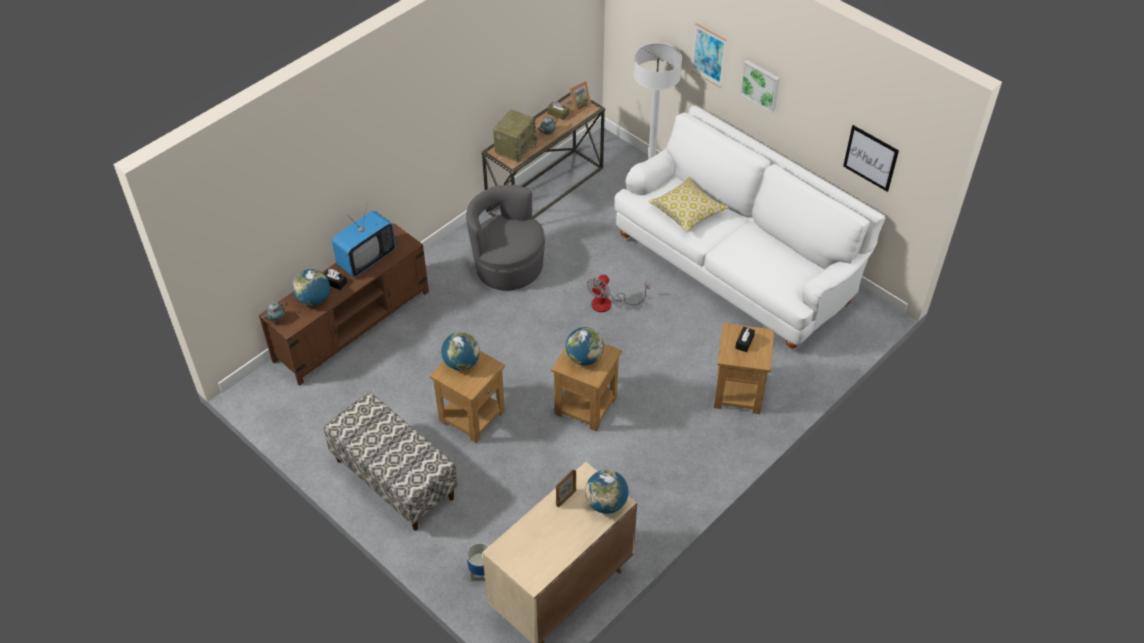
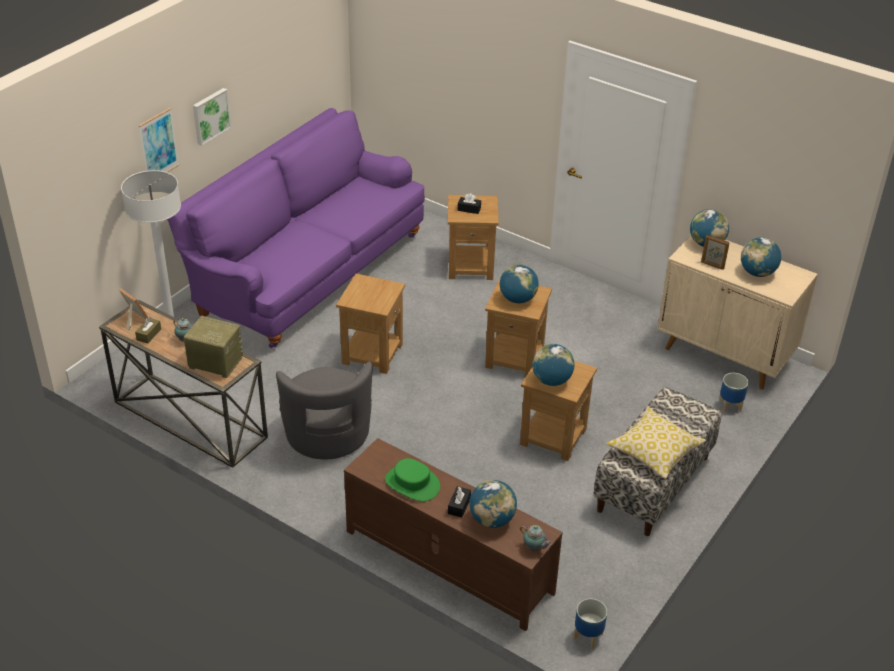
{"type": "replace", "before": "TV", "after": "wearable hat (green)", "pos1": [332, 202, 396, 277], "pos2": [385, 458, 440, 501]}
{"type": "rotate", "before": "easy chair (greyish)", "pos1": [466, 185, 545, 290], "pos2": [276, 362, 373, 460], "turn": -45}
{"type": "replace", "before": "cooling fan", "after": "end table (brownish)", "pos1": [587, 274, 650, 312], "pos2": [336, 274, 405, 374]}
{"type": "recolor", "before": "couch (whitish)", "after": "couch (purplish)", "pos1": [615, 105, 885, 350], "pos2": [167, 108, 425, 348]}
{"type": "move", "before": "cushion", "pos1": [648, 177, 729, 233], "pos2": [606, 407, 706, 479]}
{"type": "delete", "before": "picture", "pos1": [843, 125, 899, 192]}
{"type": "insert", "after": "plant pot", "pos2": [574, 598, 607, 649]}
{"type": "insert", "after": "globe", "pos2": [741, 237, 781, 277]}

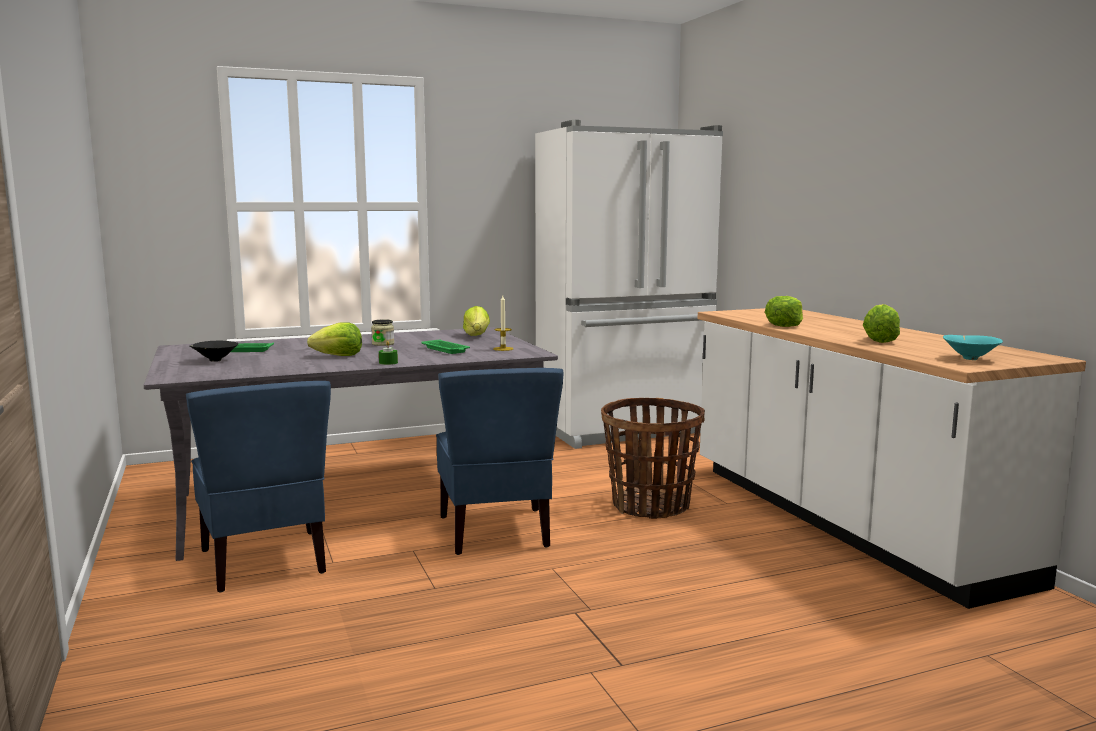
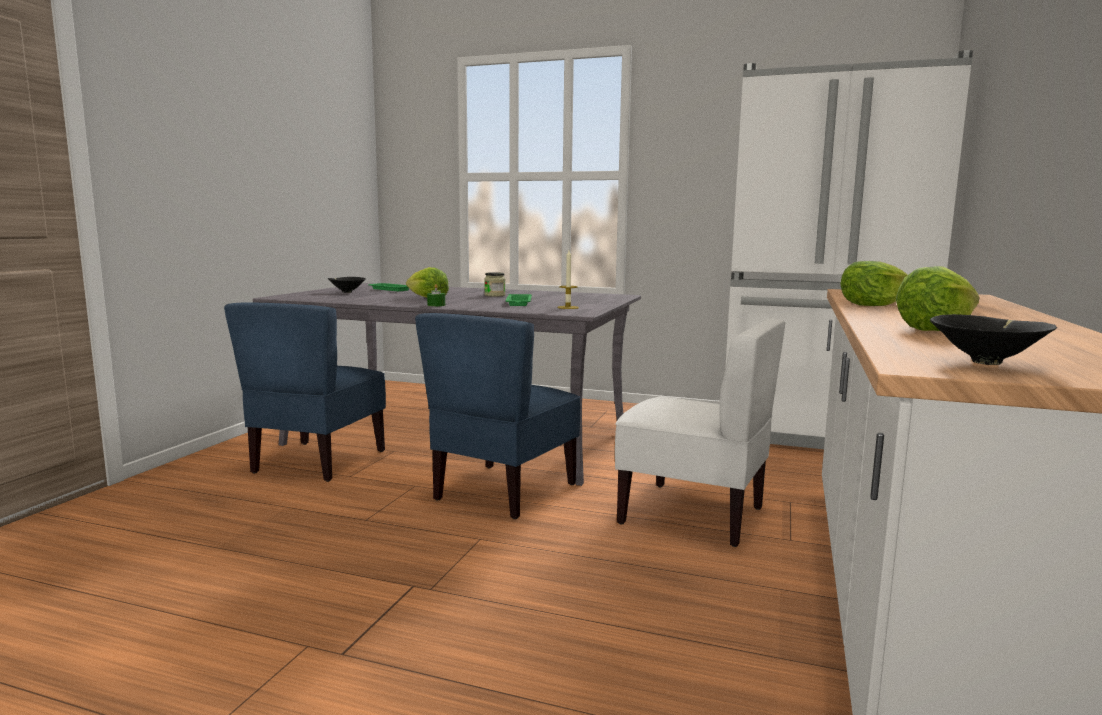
{"type": "delete", "before": "lettuce", "pos1": [463, 306, 490, 336]}
{"type": "replace", "before": "basket", "after": "upright chair (whitish)", "pos1": [601, 398, 705, 519], "pos2": [615, 318, 785, 547]}
{"type": "recolor", "before": "deep dish (turquoise-coloured)", "after": "deep dish (black)", "pos1": [943, 335, 1003, 360], "pos2": [930, 314, 1057, 365]}

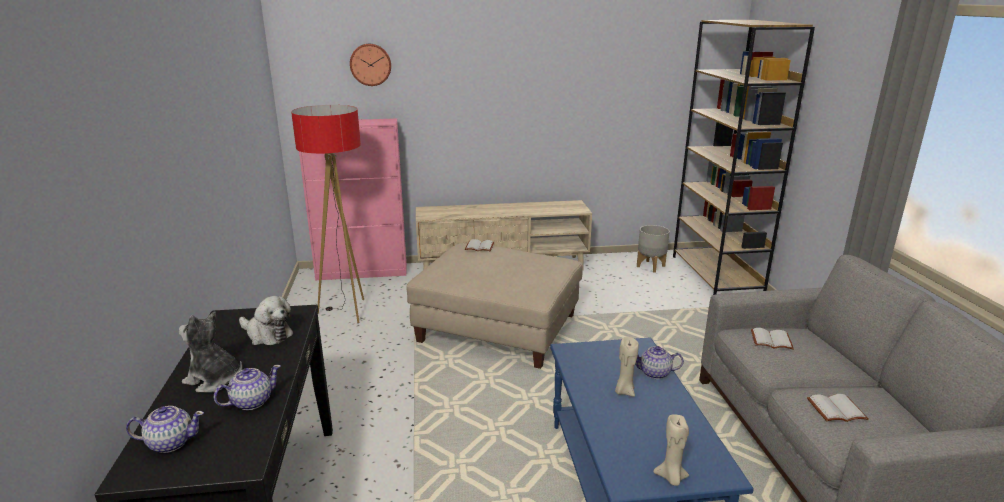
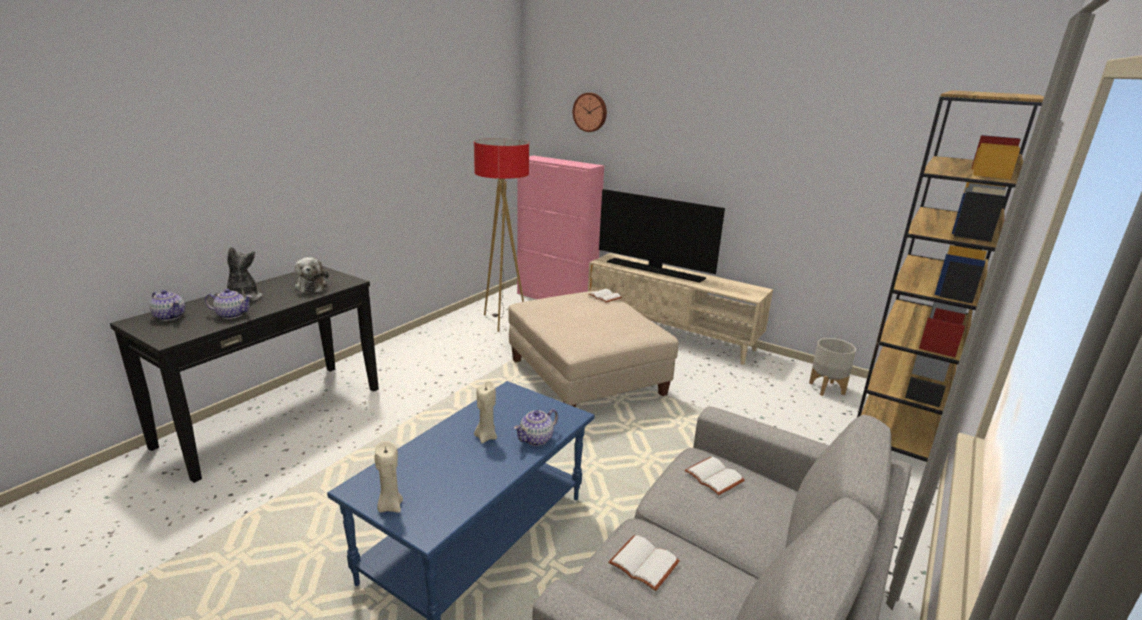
{"type": "rotate", "before": "pot for tea", "pos1": [635, 346, 684, 379], "pos2": [514, 409, 558, 446], "turn": -90}
{"type": "insert", "after": "TV", "pos2": [599, 189, 725, 283]}

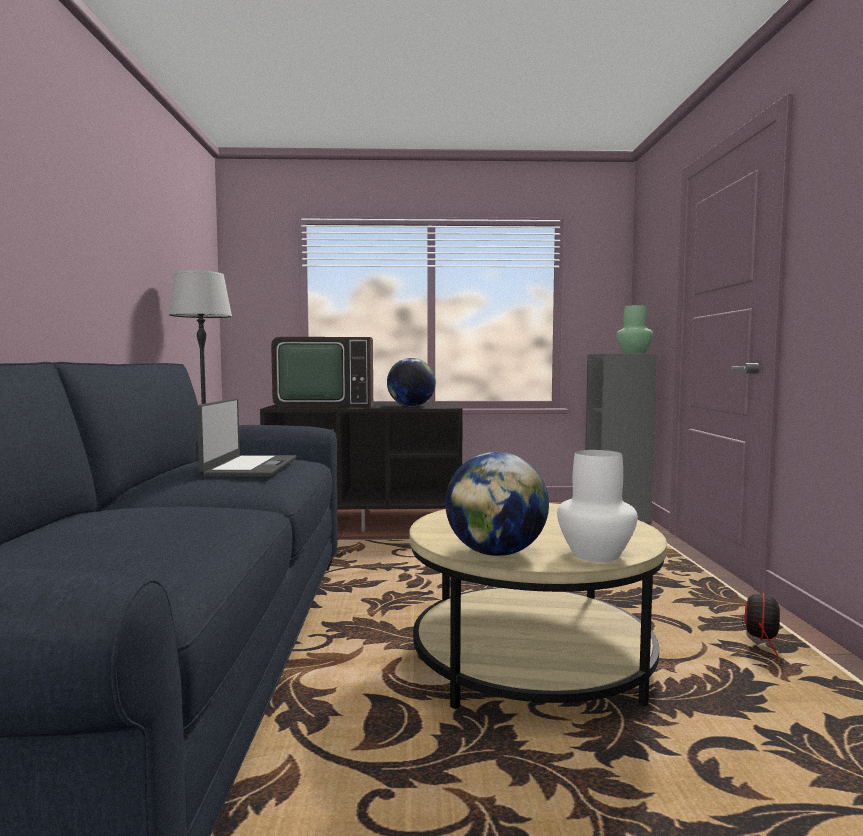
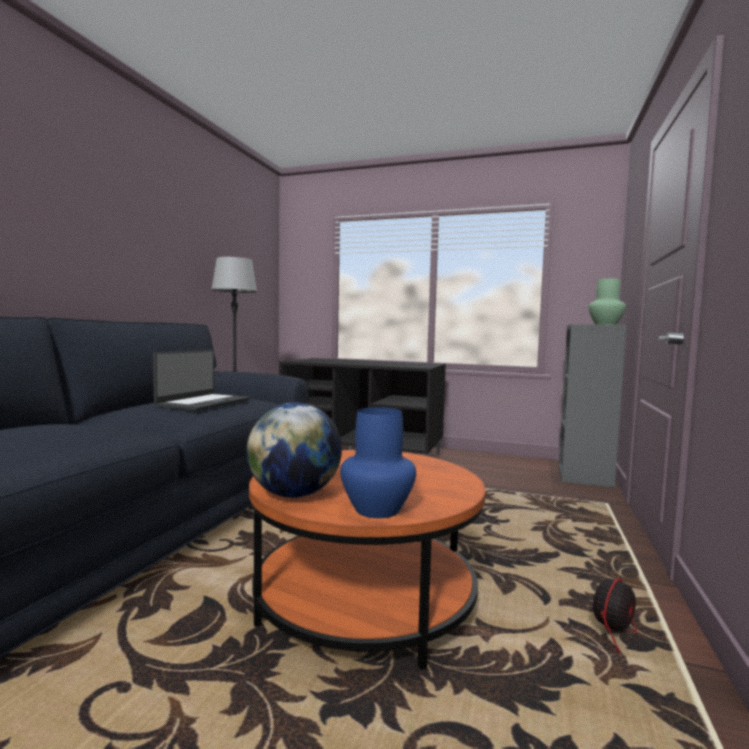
{"type": "delete", "before": "TV", "pos1": [271, 337, 373, 407]}
{"type": "delete", "before": "globe", "pos1": [387, 358, 436, 407]}
{"type": "recolor", "before": "lounge table (sand-coloured)", "after": "lounge table (orangey)", "pos1": [410, 503, 667, 709], "pos2": [249, 450, 486, 670]}
{"type": "recolor", "before": "decorative vase (whitish)", "after": "decorative vase (bluish)", "pos1": [557, 450, 638, 562], "pos2": [340, 407, 416, 518]}

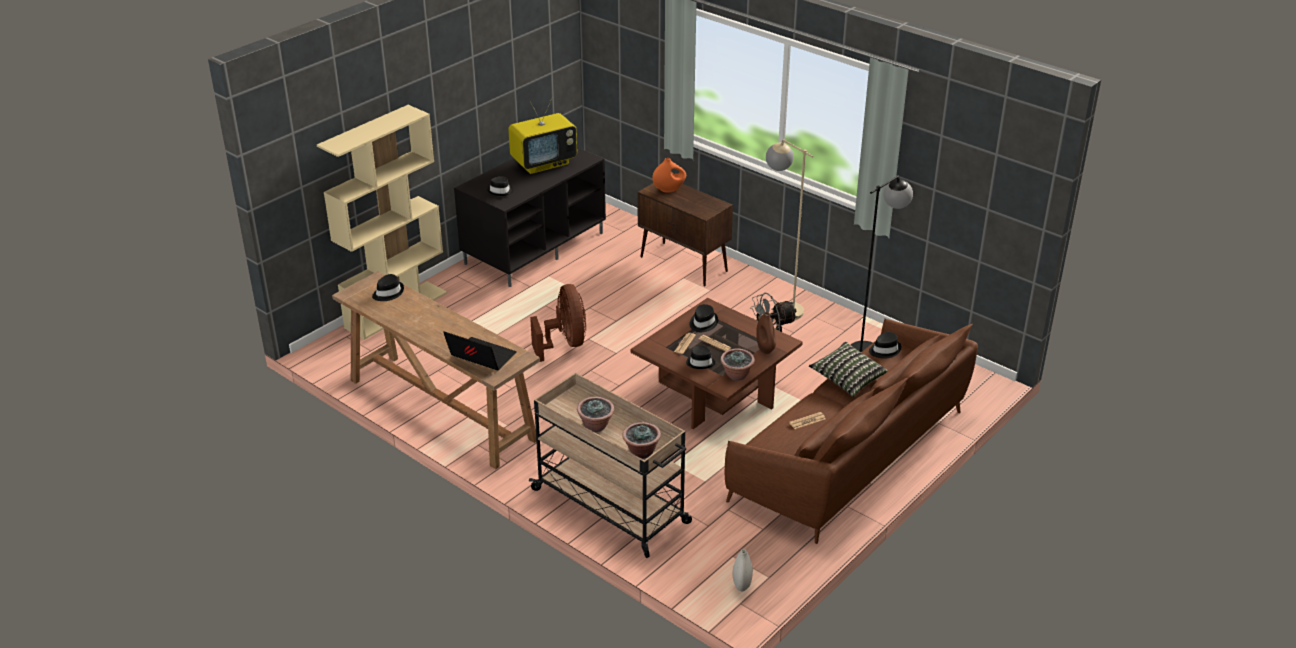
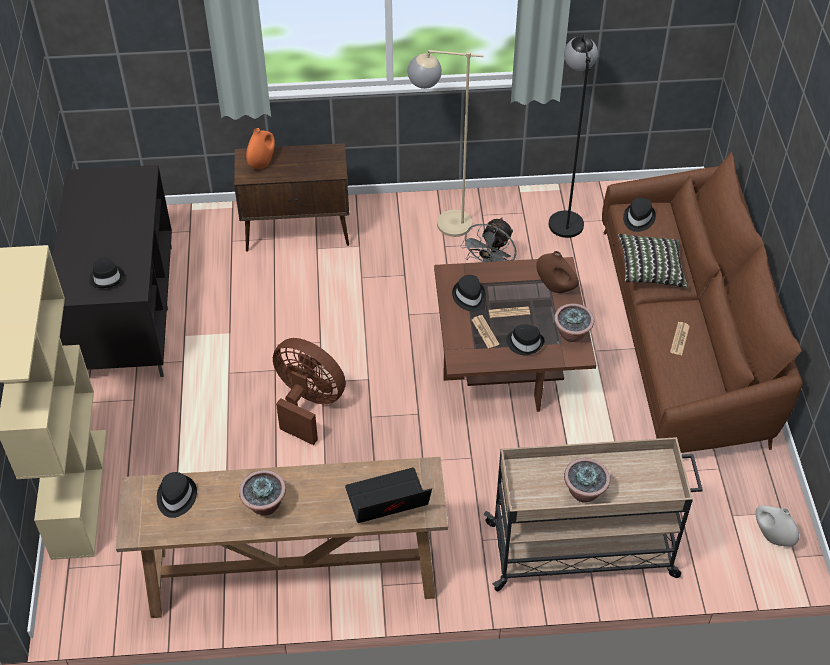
{"type": "delete", "before": "TV", "pos1": [508, 98, 577, 174]}
{"type": "move", "before": "houseplant", "pos1": [623, 422, 661, 459], "pos2": [239, 470, 286, 515]}

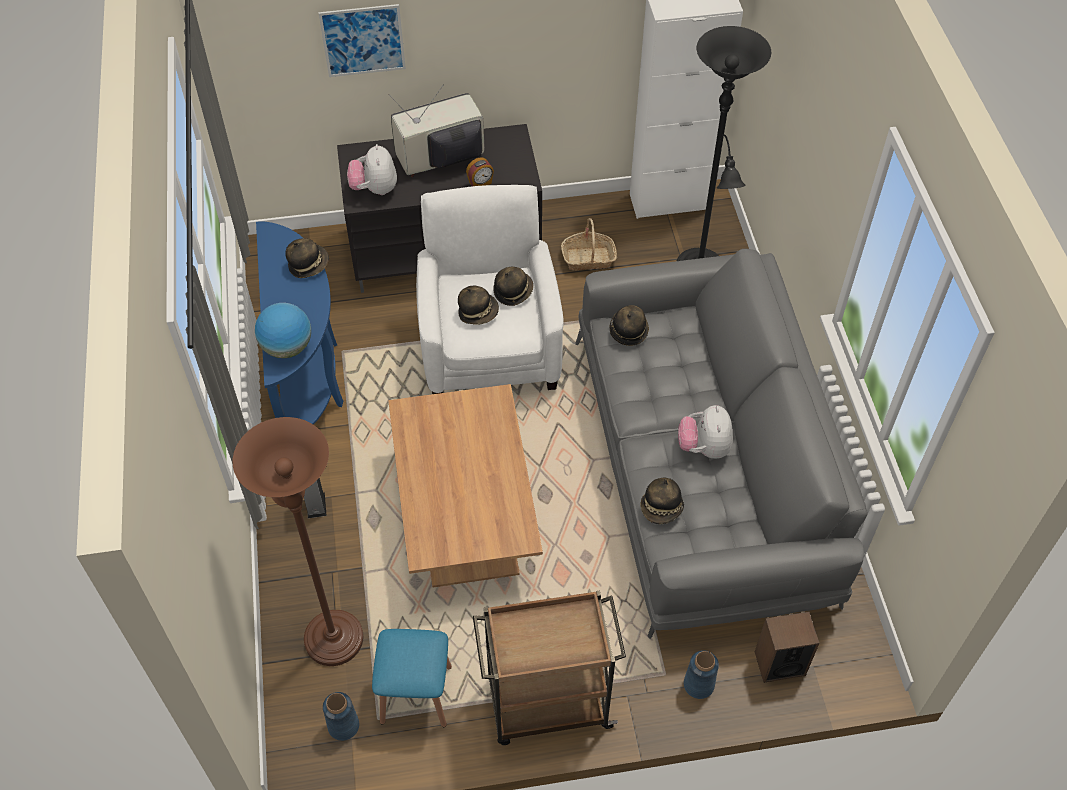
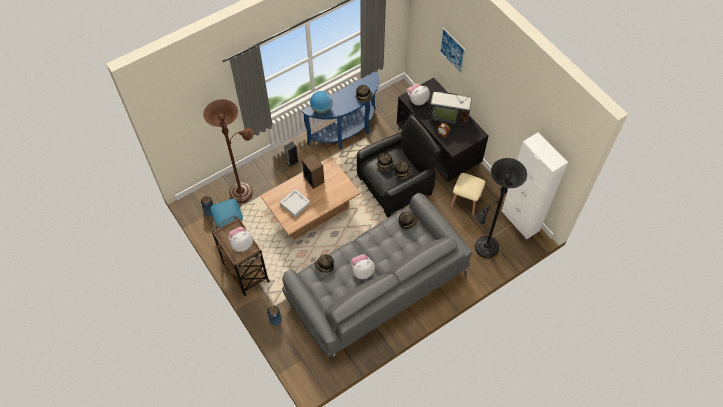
{"type": "rotate", "before": "TV", "pos1": [389, 84, 484, 177], "pos2": [429, 90, 476, 125], "turn": 150}
{"type": "recolor", "before": "easy chair (whitish)", "after": "easy chair (black)", "pos1": [416, 185, 563, 394], "pos2": [357, 114, 441, 217]}
{"type": "replace", "before": "basket", "after": "stool (sand-coloured)", "pos1": [561, 218, 617, 271], "pos2": [450, 173, 485, 216]}
{"type": "move", "before": "loudspeaker", "pos1": [755, 612, 819, 683], "pos2": [302, 153, 324, 189]}
{"type": "insert", "after": "cuddly toy", "pos2": [228, 227, 253, 252]}
{"type": "insert", "after": "tray (greyish)", "pos2": [280, 189, 310, 217]}

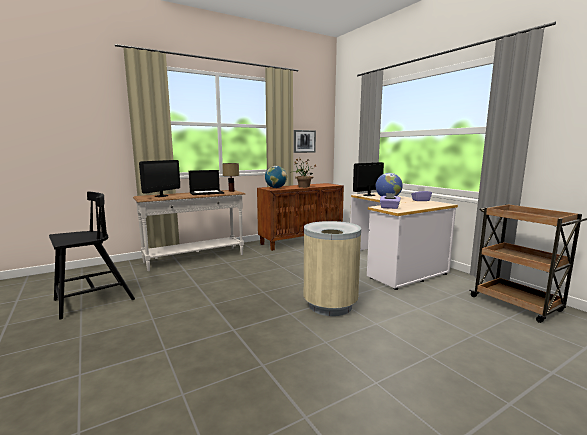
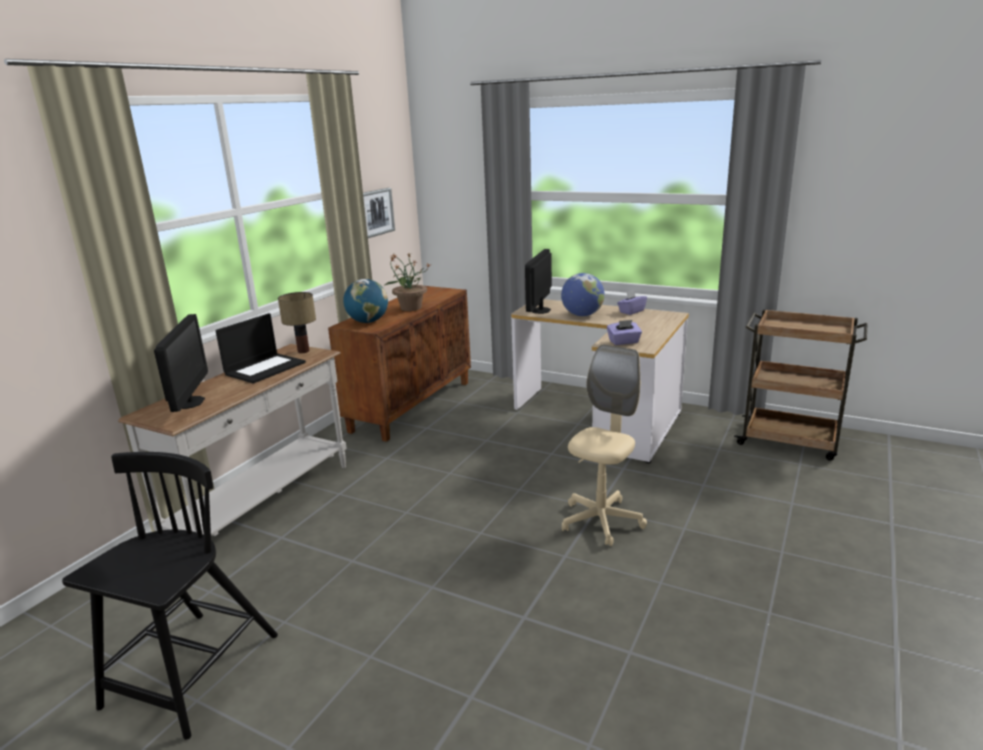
{"type": "replace", "before": "rubbish bin (sand-coloured)", "after": "desk chair (sand-coloured)", "pos1": [303, 221, 361, 316], "pos2": [562, 344, 647, 546]}

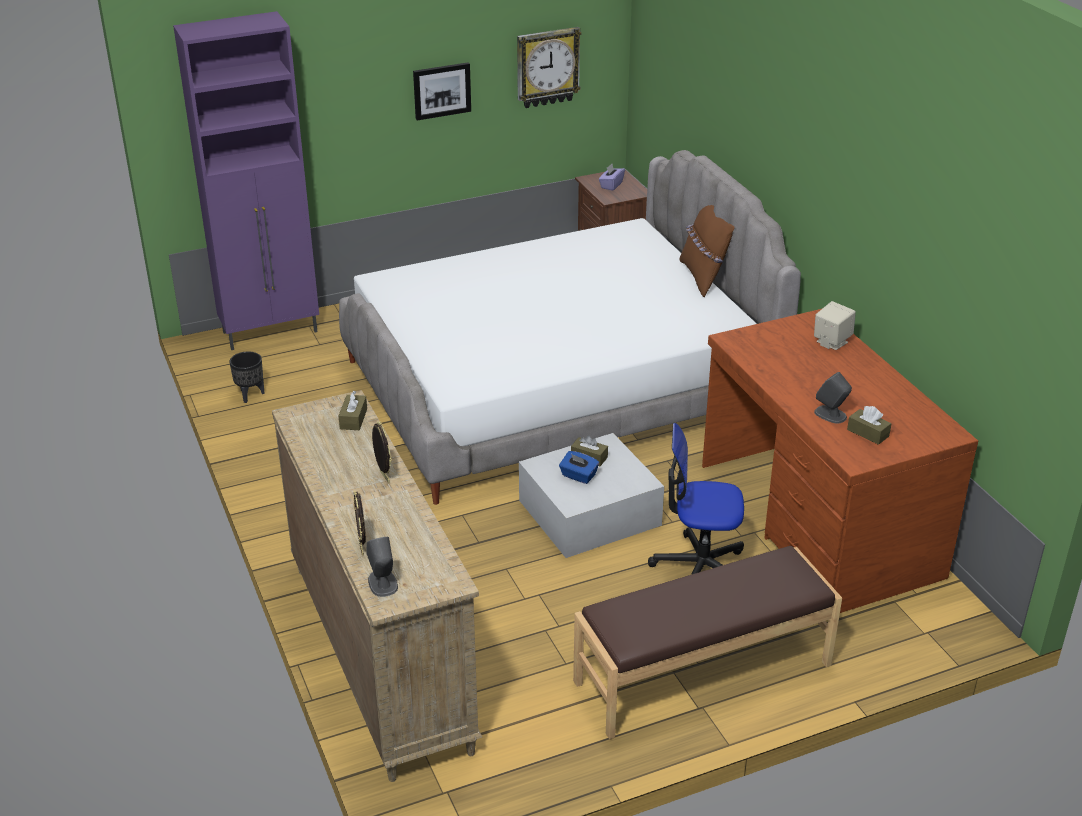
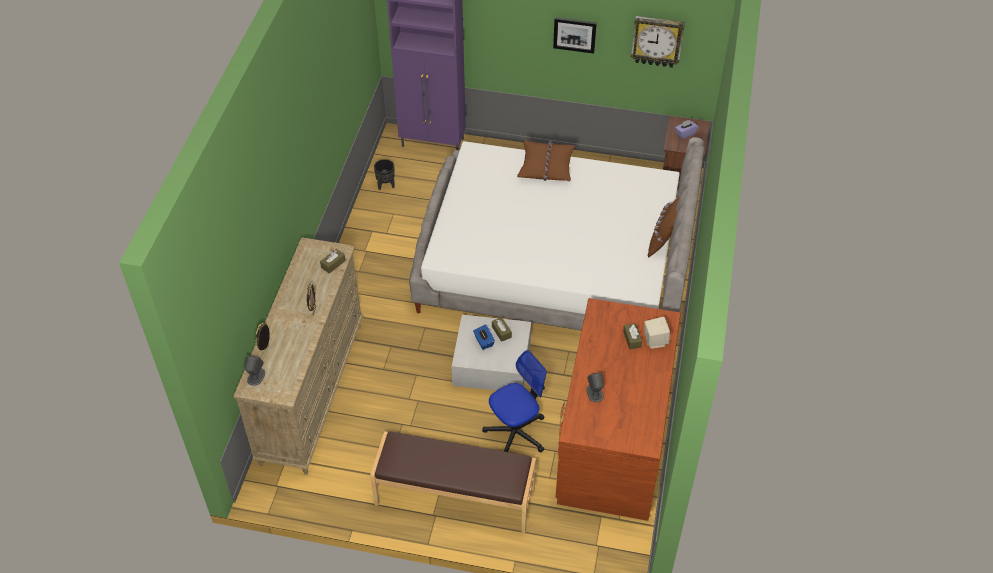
{"type": "rotate", "before": "desk chair", "pos1": [648, 423, 744, 575], "pos2": [482, 350, 546, 452], "turn": 105}
{"type": "move", "before": "box of tissues (brownish)", "pos1": [847, 406, 891, 445], "pos2": [623, 323, 642, 349]}
{"type": "insert", "after": "cushion (brownish)", "pos2": [517, 140, 575, 181]}

